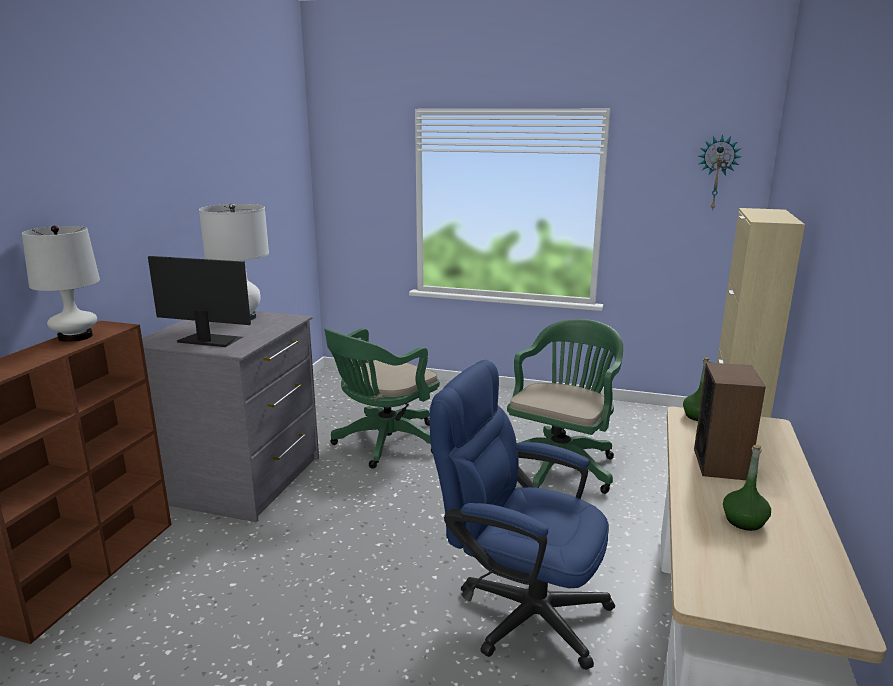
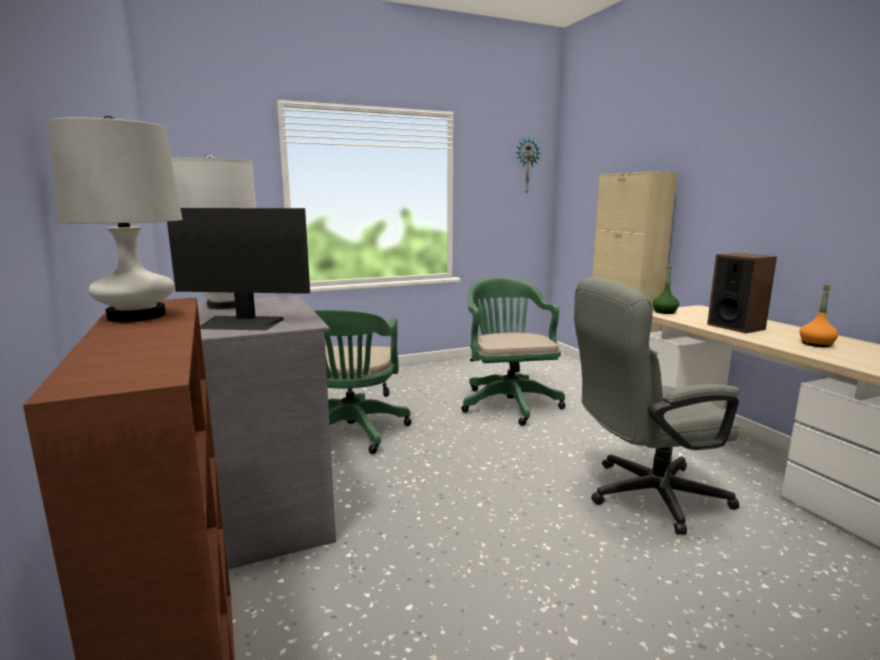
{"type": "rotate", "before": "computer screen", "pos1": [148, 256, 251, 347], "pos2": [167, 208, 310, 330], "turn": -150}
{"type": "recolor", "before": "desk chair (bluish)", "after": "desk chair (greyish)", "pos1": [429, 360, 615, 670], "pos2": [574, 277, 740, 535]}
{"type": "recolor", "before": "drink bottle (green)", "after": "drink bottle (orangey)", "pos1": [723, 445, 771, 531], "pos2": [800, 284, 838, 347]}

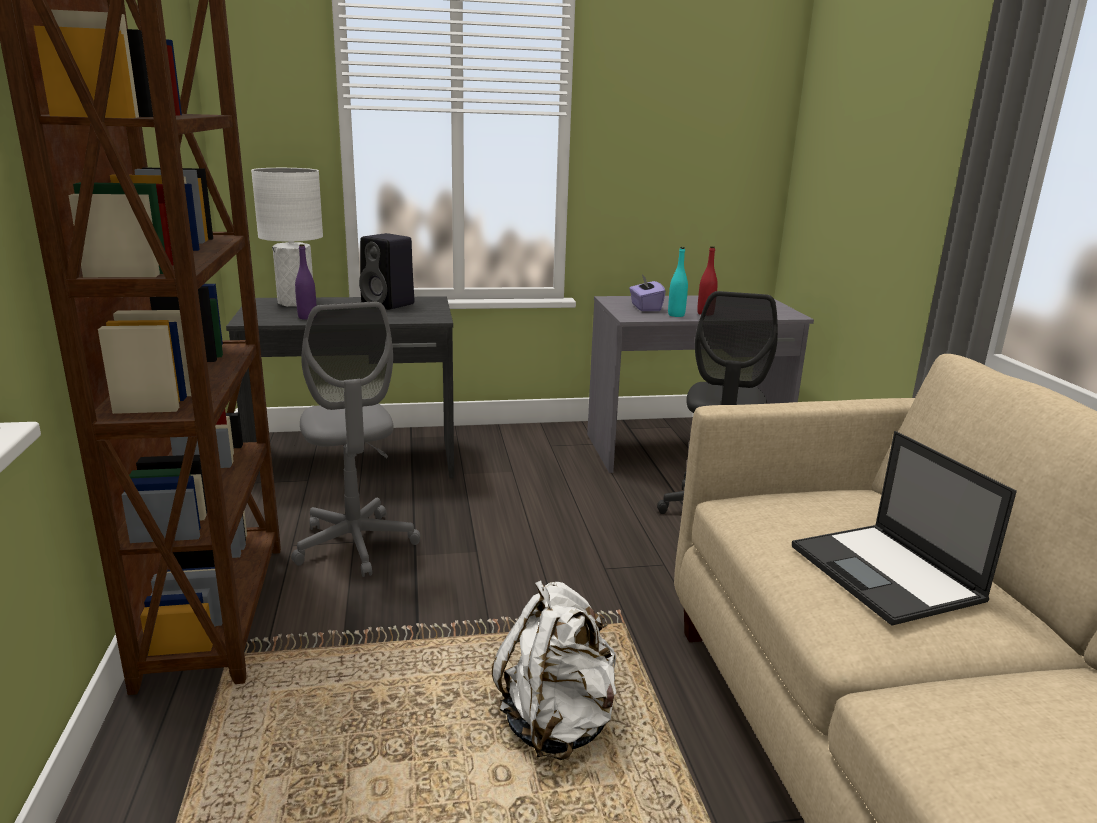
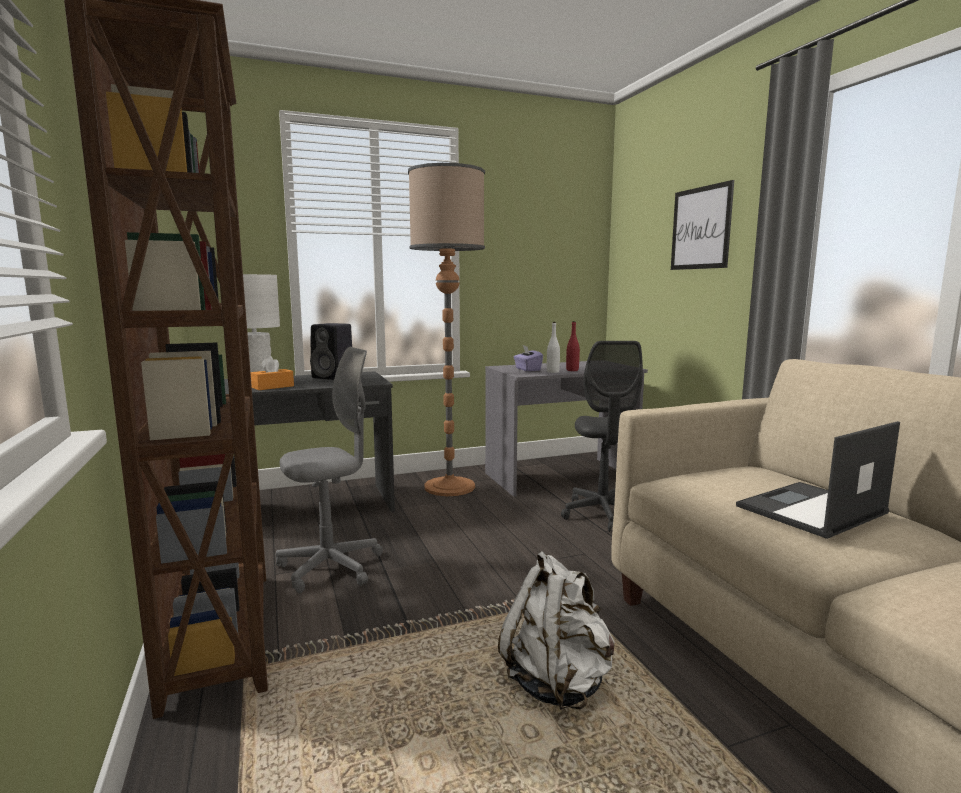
{"type": "rotate", "before": "desk chair (greyish)", "pos1": [291, 302, 420, 577], "pos2": [276, 347, 383, 593], "turn": -90}
{"type": "replace", "before": "drink bottle (purplish)", "after": "box of tissues (orangey)", "pos1": [295, 244, 317, 320], "pos2": [251, 356, 294, 390]}
{"type": "recolor", "before": "drink bottle (turquoise-coloured)", "after": "drink bottle (whitish)", "pos1": [668, 247, 688, 317], "pos2": [547, 322, 560, 373]}
{"type": "rotate", "before": "portable computer", "pos1": [792, 431, 1017, 626], "pos2": [736, 421, 900, 539], "turn": 90}
{"type": "insert", "after": "standard lamp", "pos2": [408, 163, 485, 496]}
{"type": "insert", "after": "picture", "pos2": [671, 180, 734, 270]}

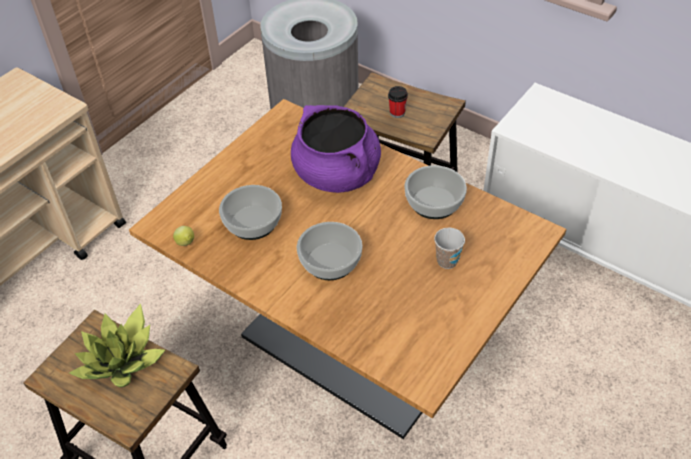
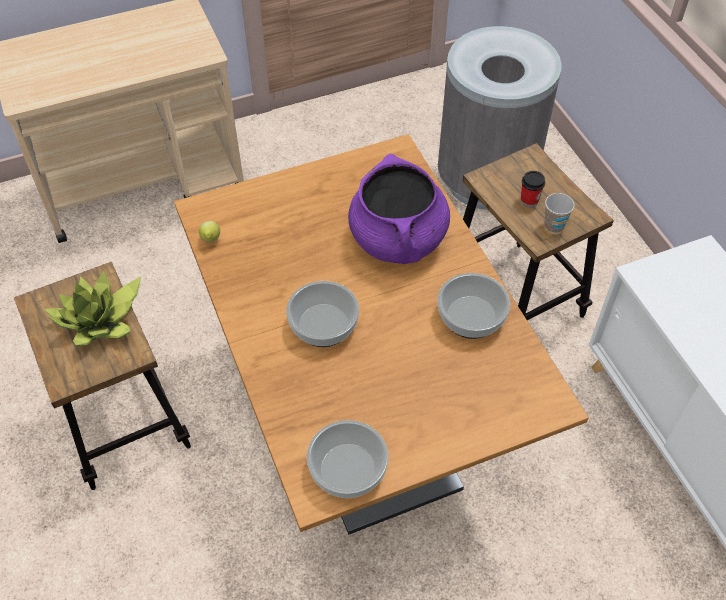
{"type": "move", "before": "deep dish", "pos1": [219, 185, 282, 240], "pos2": [307, 420, 389, 498]}
{"type": "move", "before": "cup", "pos1": [434, 228, 465, 269], "pos2": [544, 193, 575, 233]}

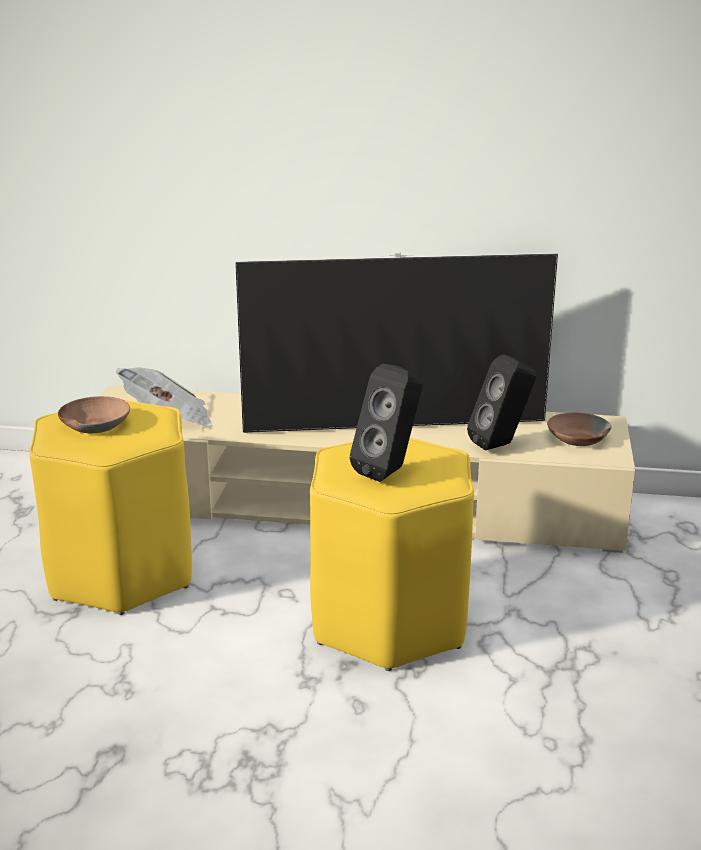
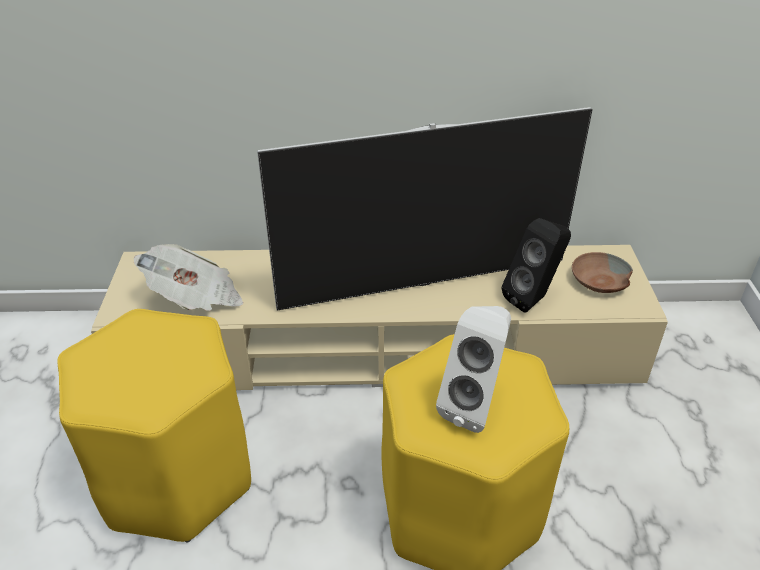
{"type": "delete", "before": "deep dish (brownish)", "pos1": [58, 396, 130, 433]}
{"type": "recolor", "before": "loudspeaker (black)", "after": "loudspeaker (whitish)", "pos1": [350, 364, 422, 482], "pos2": [436, 306, 511, 433]}

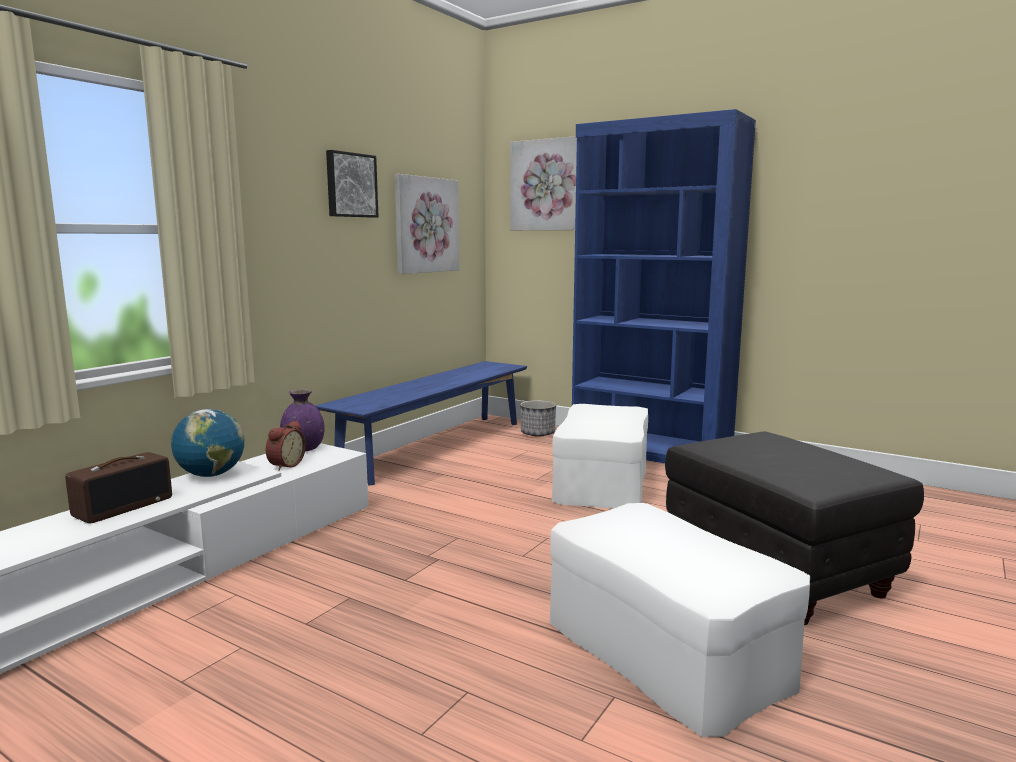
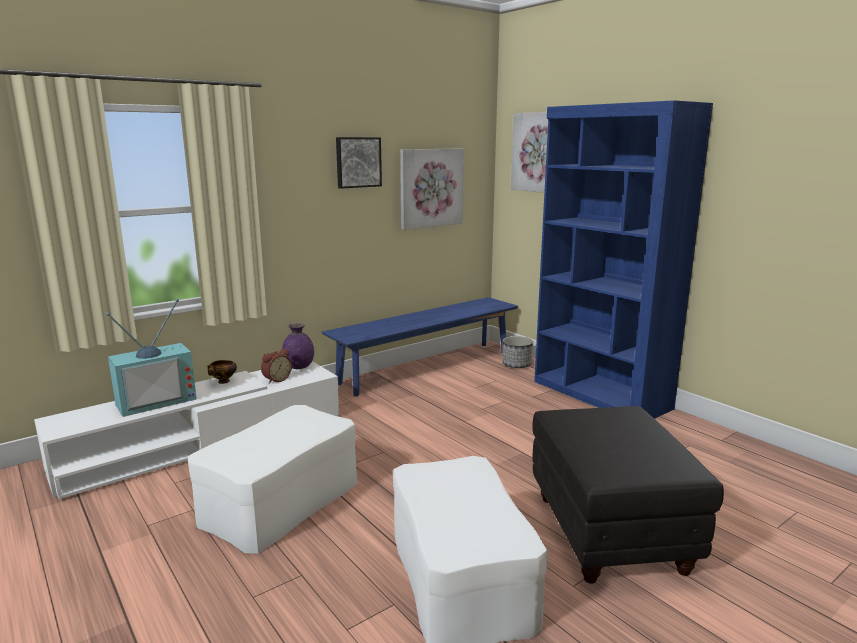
{"type": "replace", "before": "radio", "after": "TV", "pos1": [65, 452, 172, 524], "pos2": [106, 299, 197, 417]}
{"type": "replace", "before": "globe", "after": "deep dish", "pos1": [171, 409, 245, 477], "pos2": [207, 360, 237, 384]}
{"type": "move", "before": "ottoman (whitish)", "pos1": [552, 404, 648, 509], "pos2": [188, 405, 357, 554]}

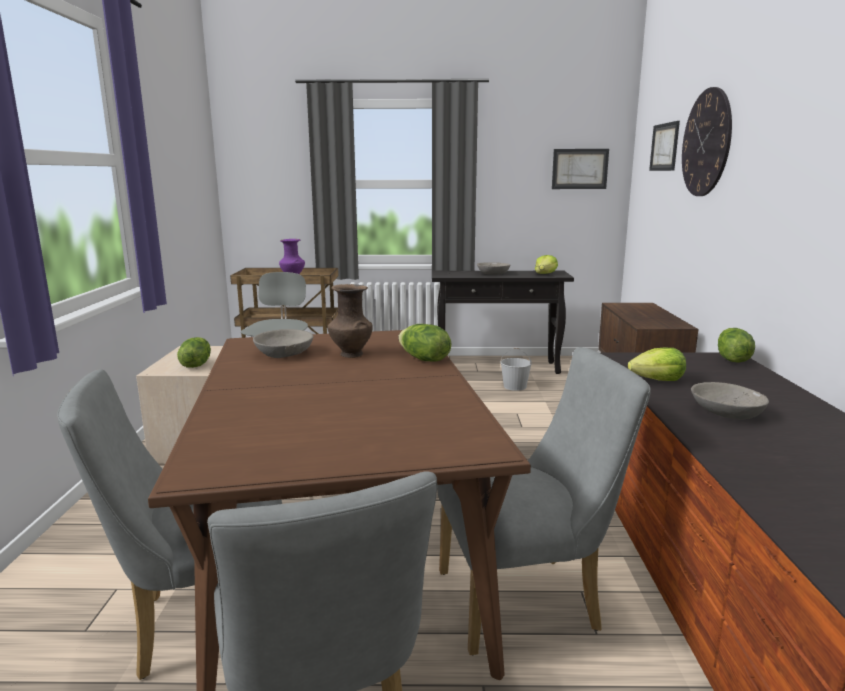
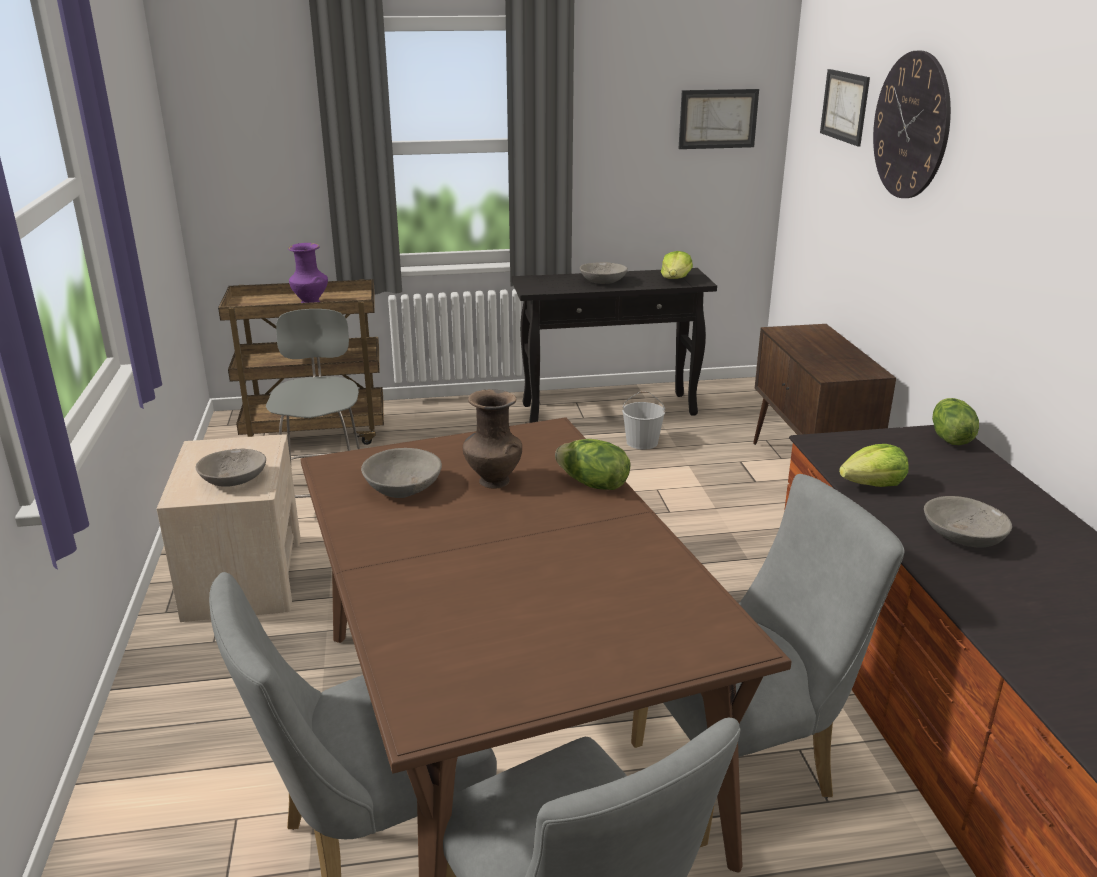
{"type": "replace", "before": "lettuce", "after": "deep dish (greyish)", "pos1": [177, 337, 211, 368], "pos2": [196, 449, 266, 487]}

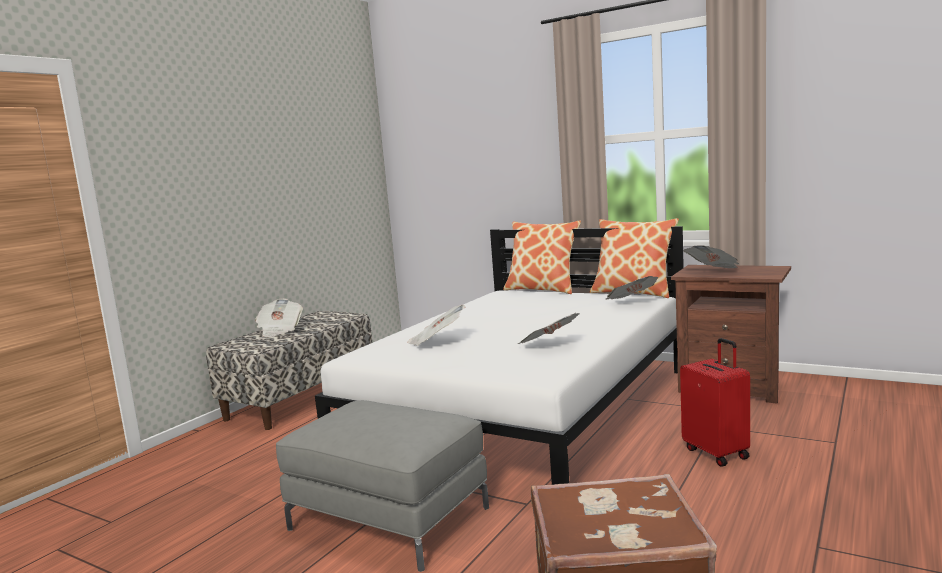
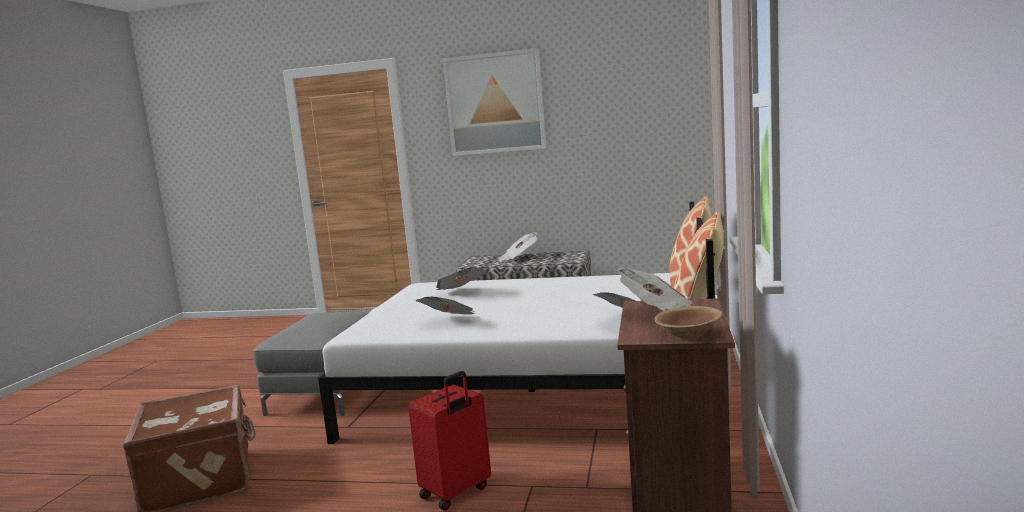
{"type": "insert", "after": "picture", "pos2": [443, 48, 546, 156]}
{"type": "insert", "after": "deep dish (brownish)", "pos2": [655, 306, 723, 339]}

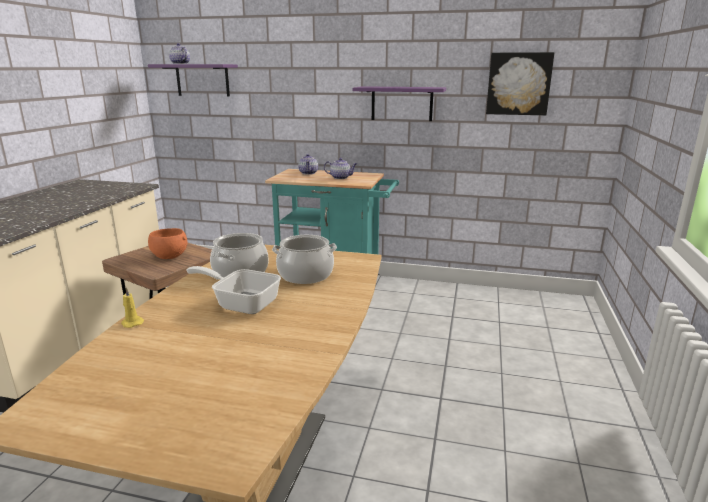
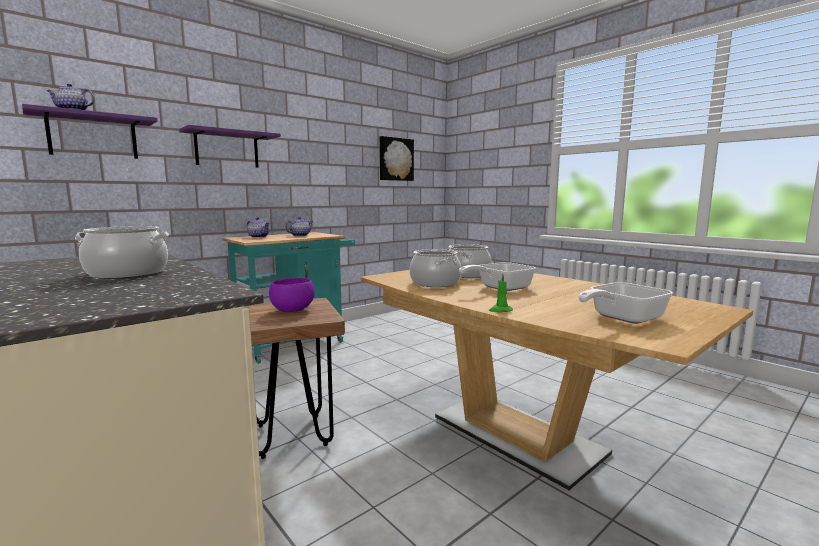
{"type": "recolor", "before": "wax candle (yellowish)", "after": "wax candle (green)", "pos1": [121, 287, 144, 328], "pos2": [489, 274, 513, 312]}
{"type": "recolor", "before": "deep dish (orangey)", "after": "deep dish (purplish)", "pos1": [148, 228, 187, 259], "pos2": [269, 278, 315, 312]}
{"type": "move", "before": "bracket shelf (purplish)", "pos1": [353, 86, 446, 121], "pos2": [179, 125, 281, 168]}
{"type": "insert", "after": "saucepot", "pos2": [75, 226, 170, 279]}
{"type": "insert", "after": "frying pan", "pos2": [578, 282, 673, 324]}

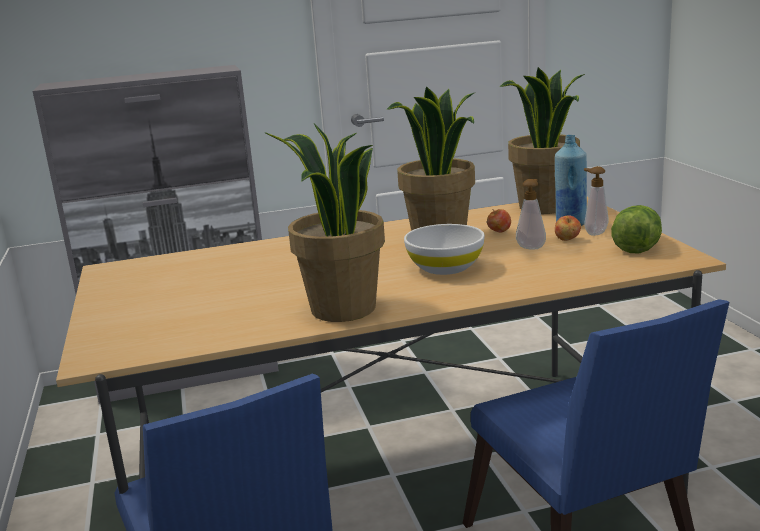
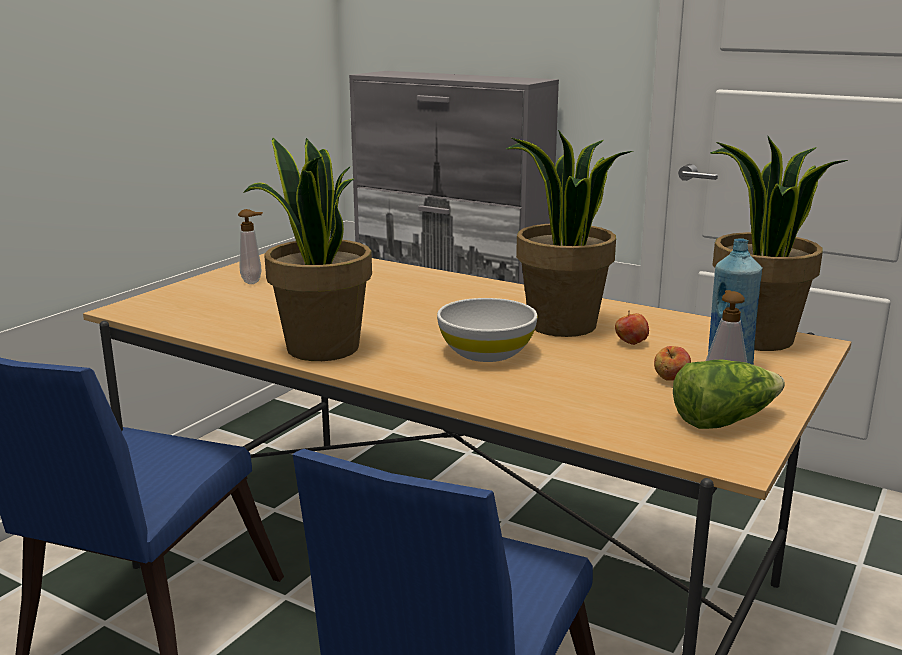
{"type": "move", "before": "liquid soap bottle", "pos1": [516, 179, 546, 250], "pos2": [238, 209, 263, 284]}

